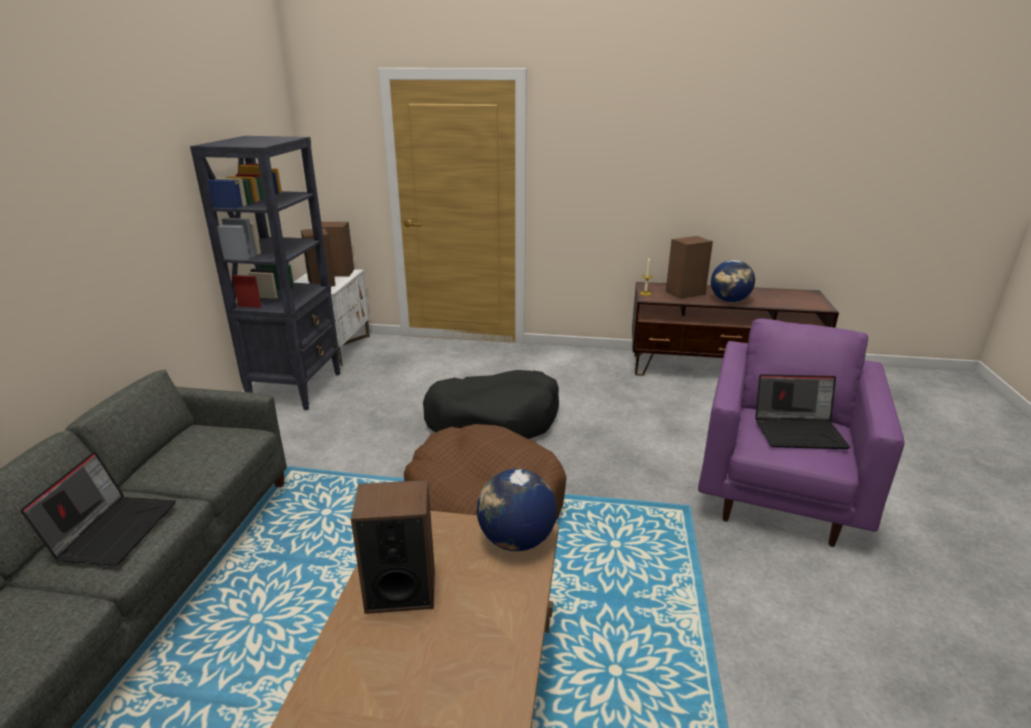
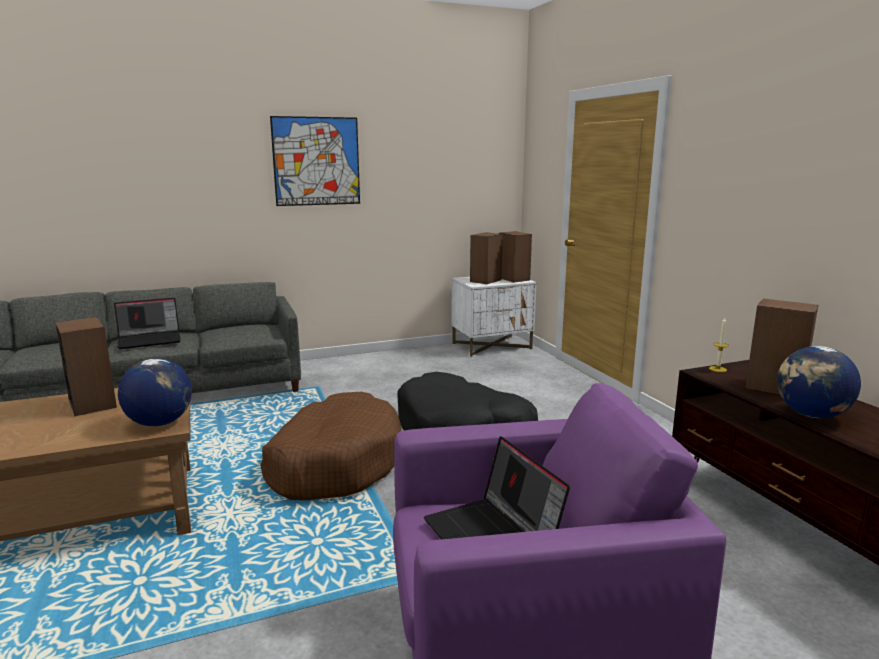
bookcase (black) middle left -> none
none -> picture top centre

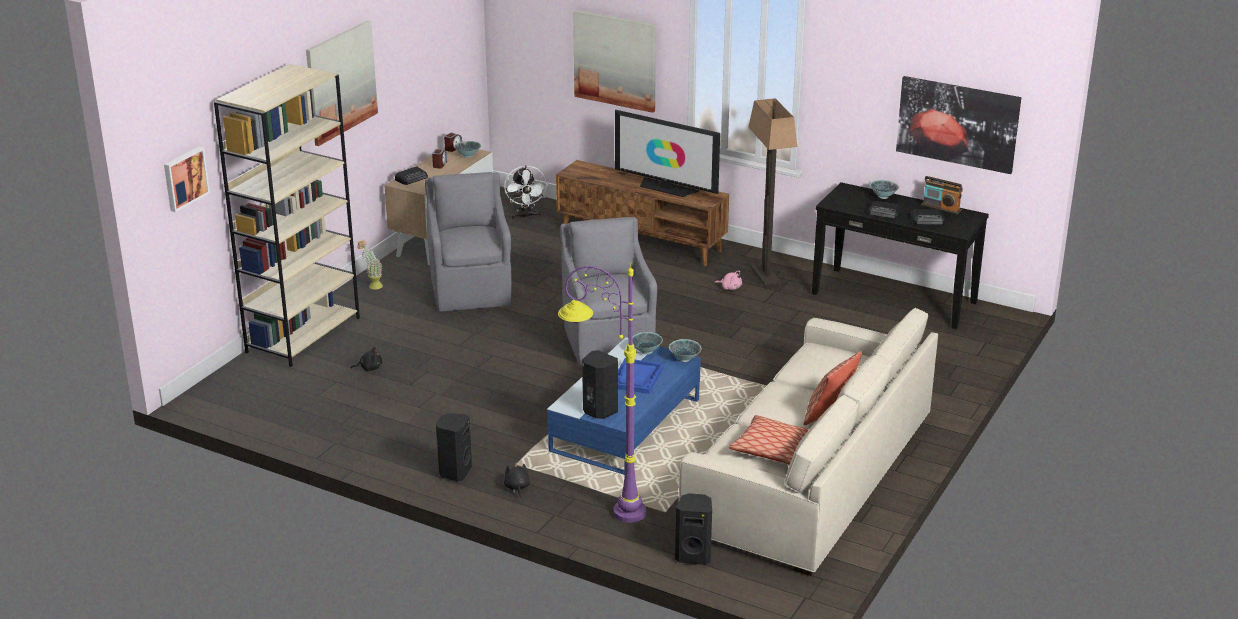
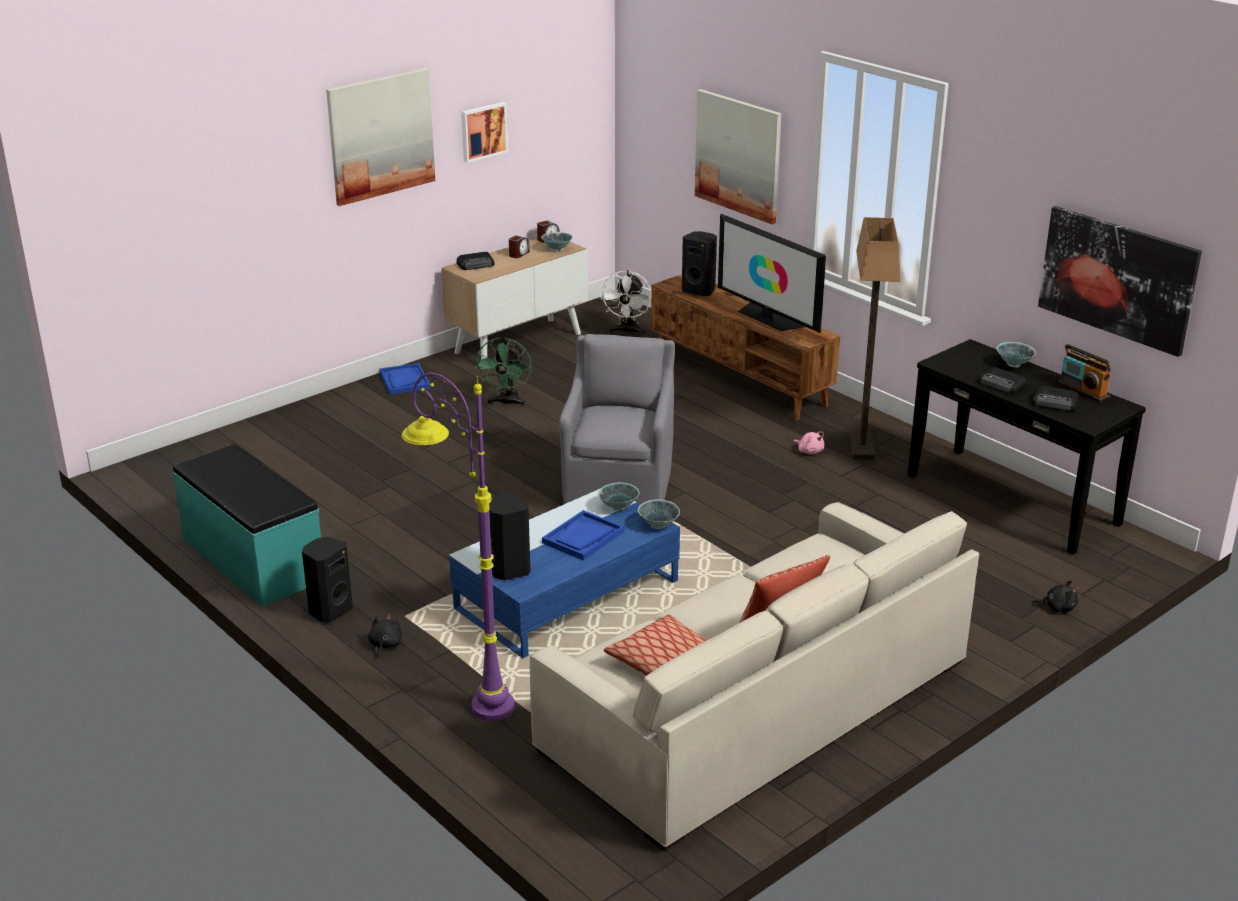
bookcase (beige) middle left -> none
picture (no. 1 from left in the first image) top left -> picture (no. 2 from left) top centre, shifted
armchair (grey) (no. 1 from left) centre -> fan (green) centre
potted plant middle left -> tray (blue) (no. 1 from left) middle left
plush toy (black) (no. 1 from left in the first image) middle left -> plush toy (black) (no. 2 from left) middle right, shifted
speaker (black) (no. 3 from left) bottom centre -> speaker (black) (no. 3 from left) top centre, shifted
none -> bench (turquoise) middle left

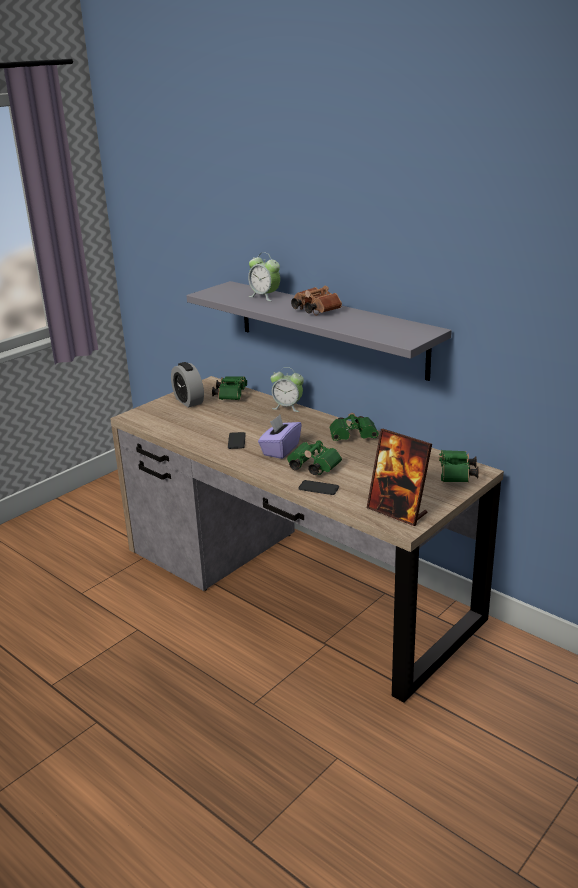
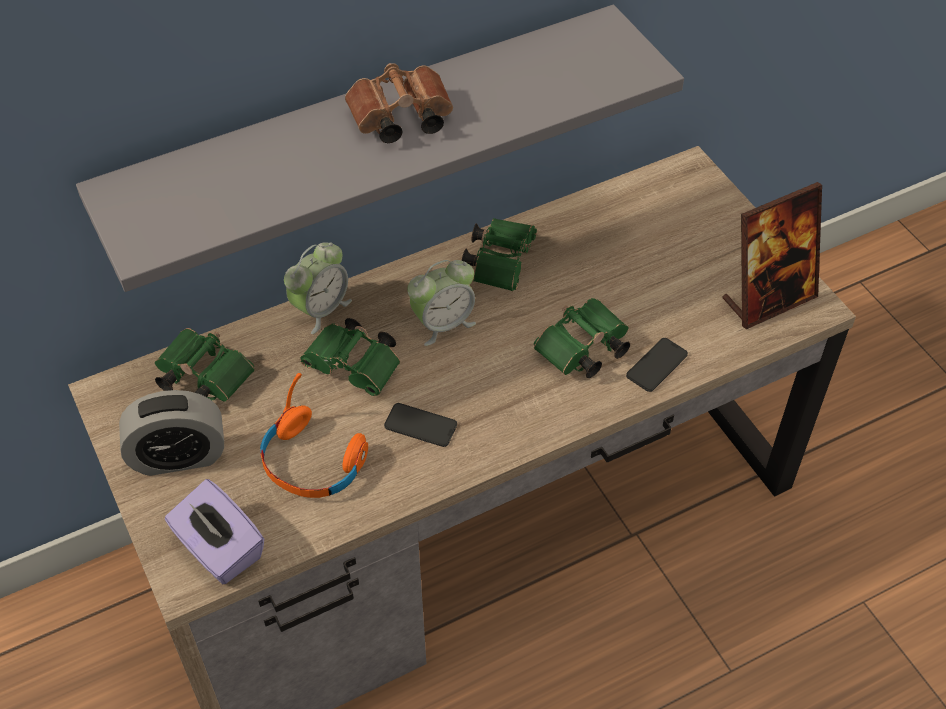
alarm clock (no. 2 from left in the first image) top centre -> alarm clock (no. 3 from left) centre, shifted
tissue box (purple) centre -> tissue box (purple) bottom left, shifted
binoculars (green) (no. 4 from left in the first image) middle right -> binoculars (green) (no. 2 from left) centre, shifted
none -> headphones (orange) middle left

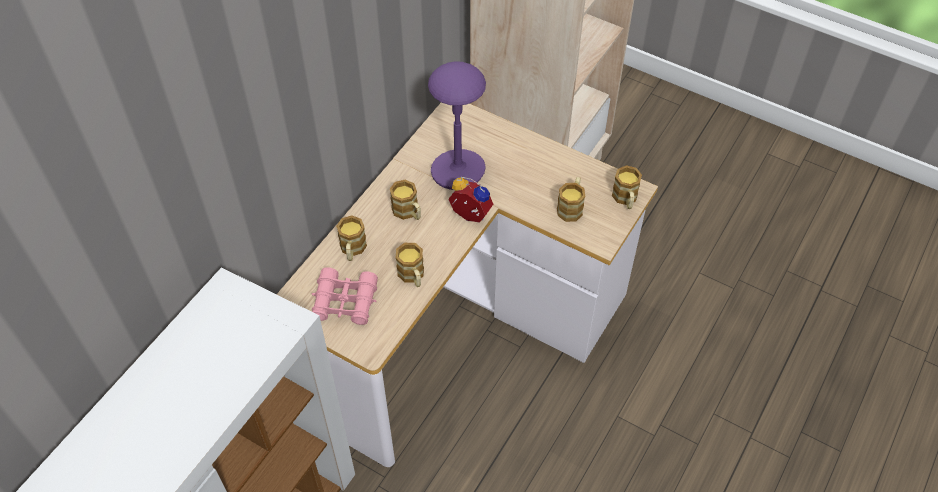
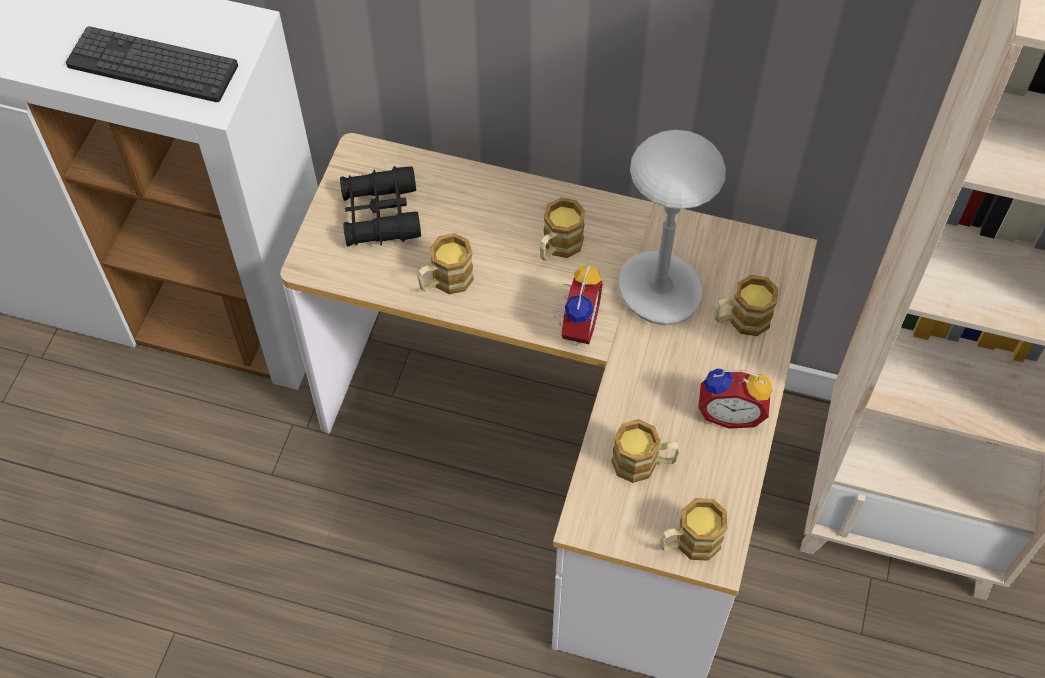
table lamp (purple) top centre -> table lamp (grey) centre
mug (no. 1 from left in the first image) centre -> mug (no. 5 from left) middle right, shifted
binoculars (pink) centre -> binoculars (black) top centre
none -> keyboard top left
none -> alarm clock (no. 2 from left) middle right

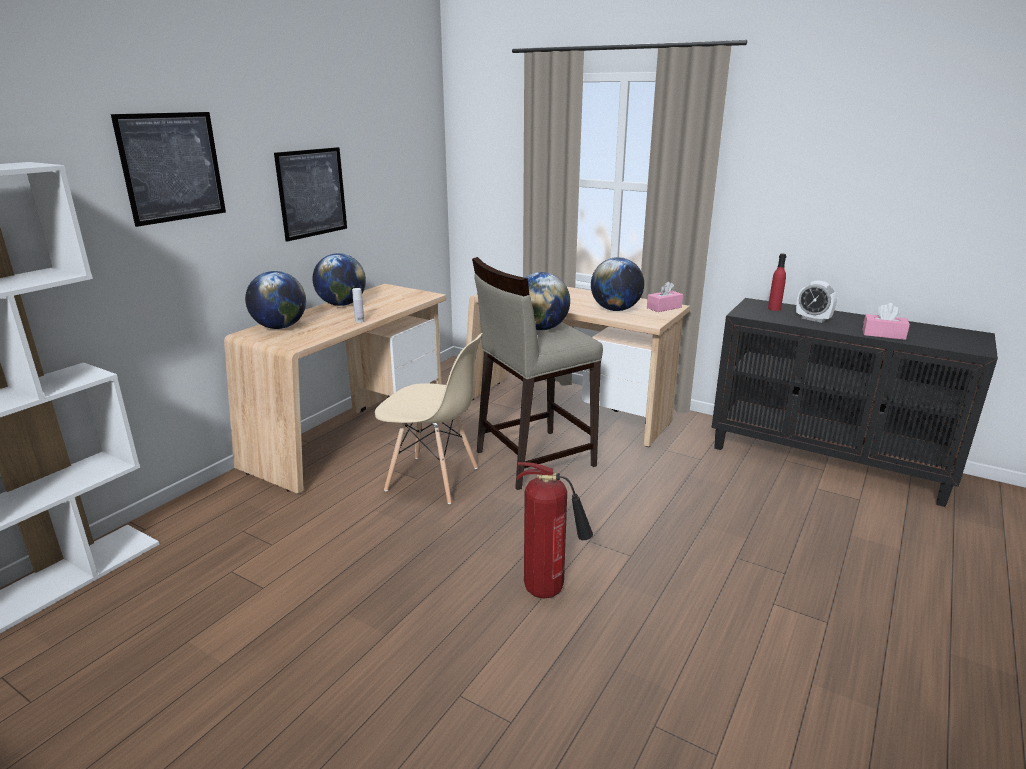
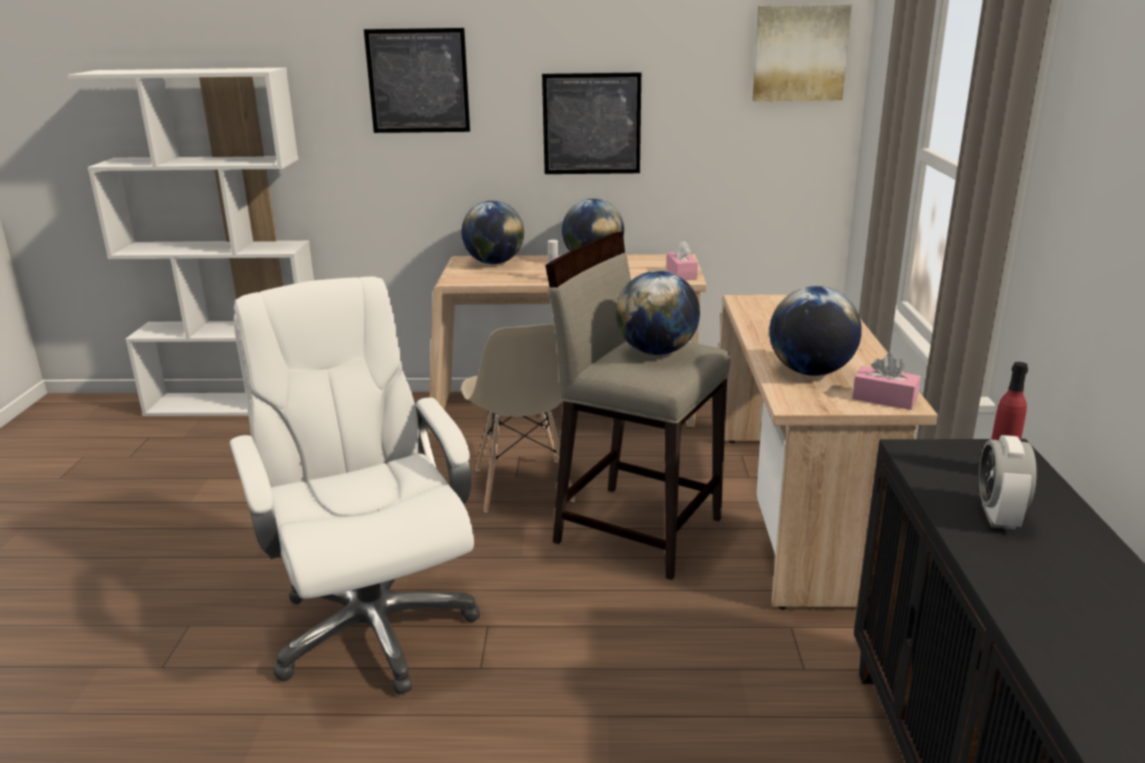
tissue box (pink) (no. 2 from left in the first image) middle right -> tissue box (pink) (no. 1 from left) centre, shifted
fire extinguisher bottom centre -> office chair (white) middle left
none -> picture (no. 3 from left) top right

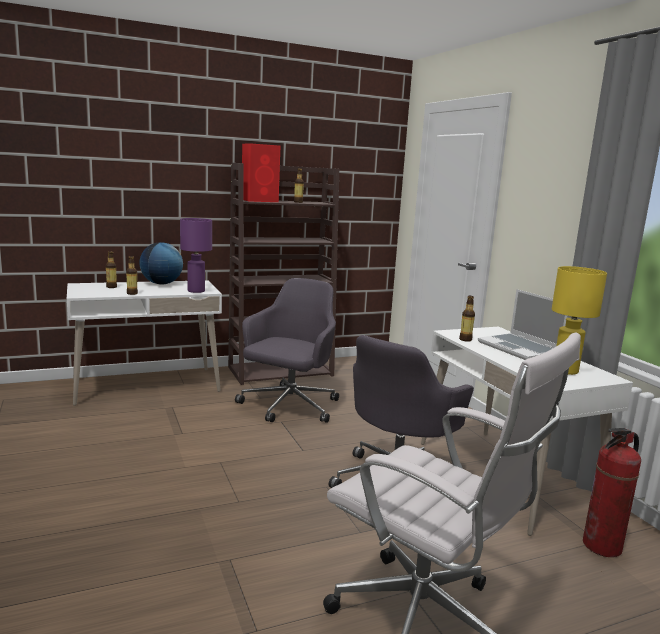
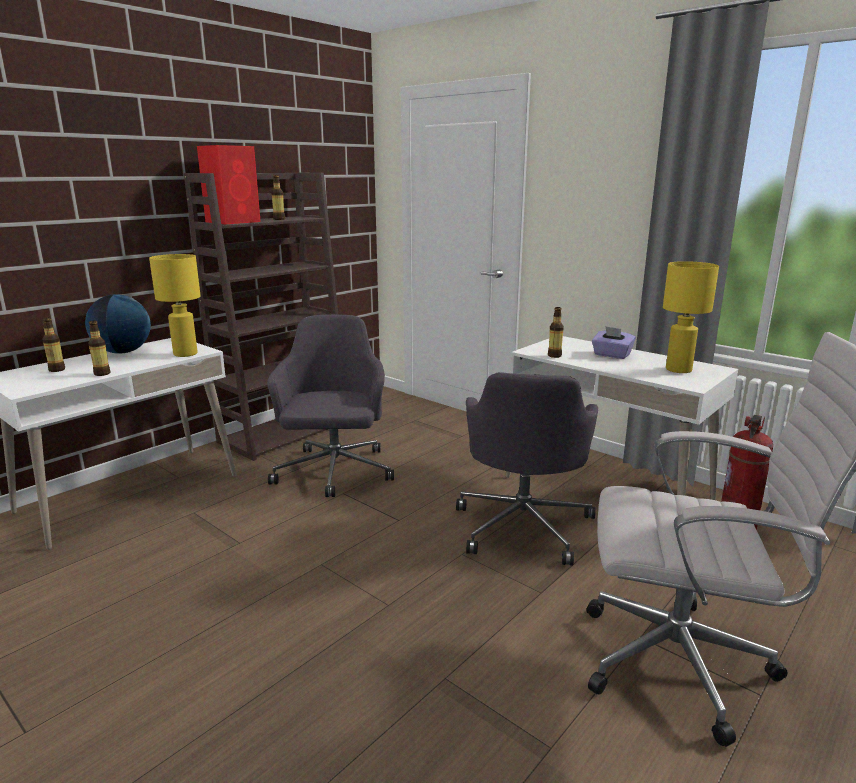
table lamp (purple) middle left -> table lamp (yellow) (no. 1 from left) middle left
laptop middle right -> tissue box (purple) middle right

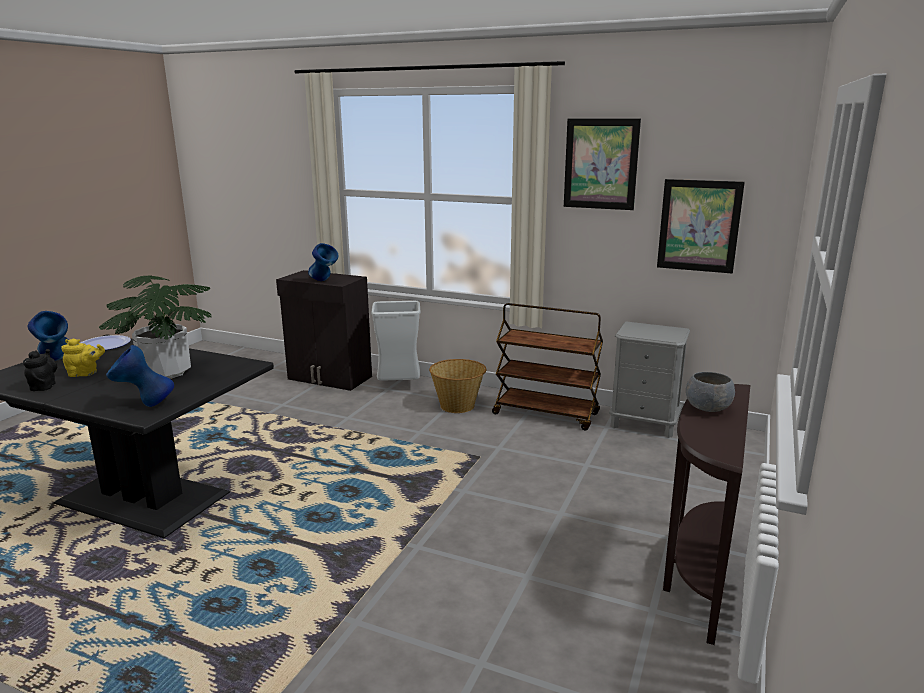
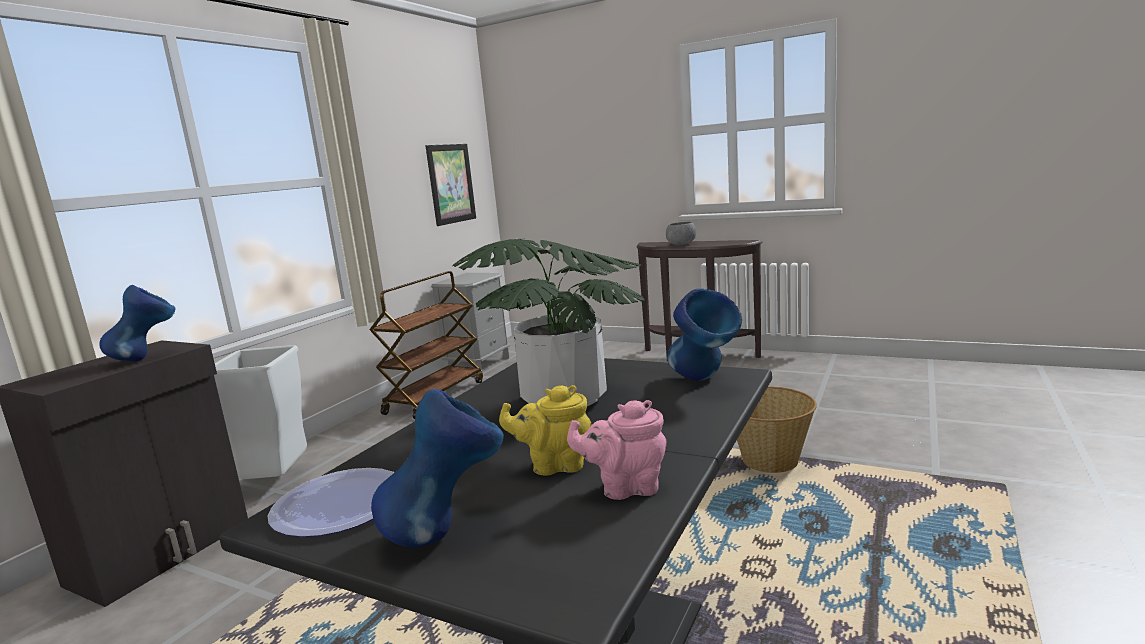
picture (no. 1 from left) top centre -> none
teapot (yellow) middle left -> teapot (yellow) bottom centre, 90 degrees counterclockwise
teapot (black) middle left -> teapot (pink) bottom centre
basket centre -> basket middle right, shifted

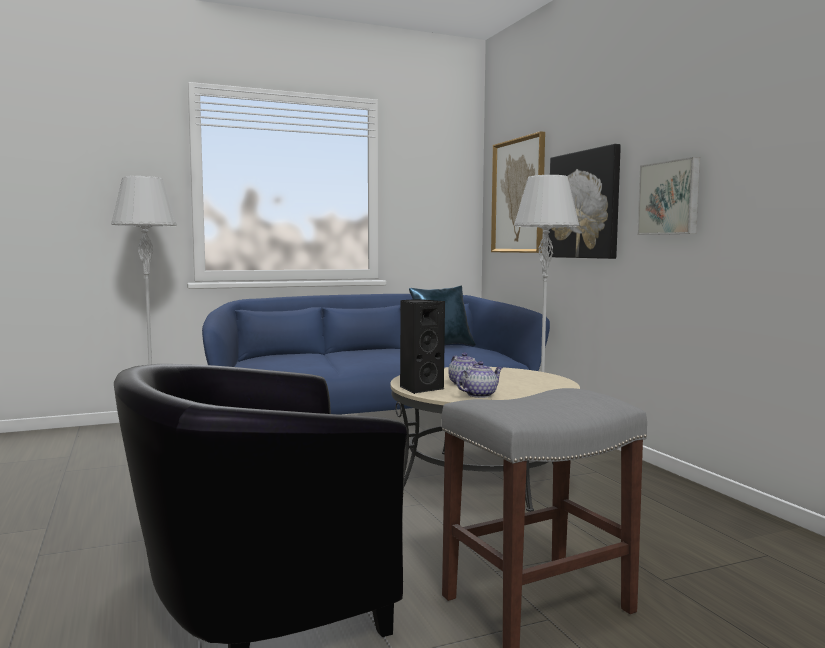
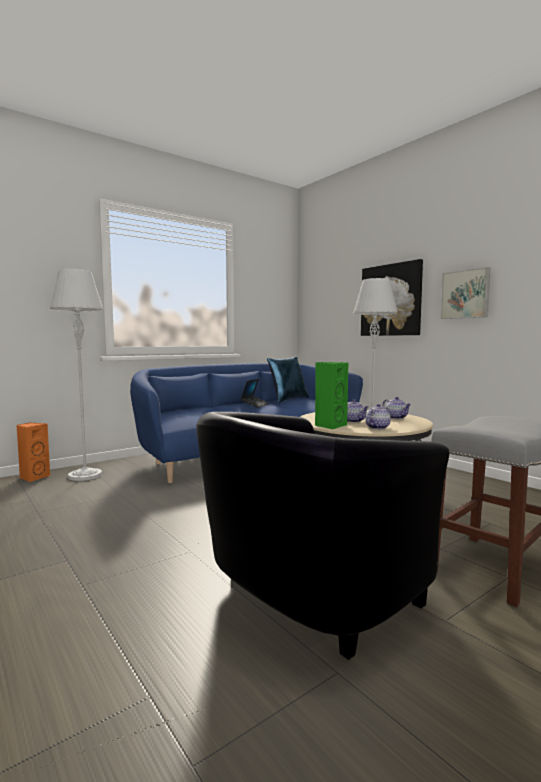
picture (no. 1 from left) top centre -> none
speaker (black) centre -> speaker (green) centre
none -> laptop centre
none -> teapot (no. 3 from left) middle right
none -> speaker (orange) middle left

